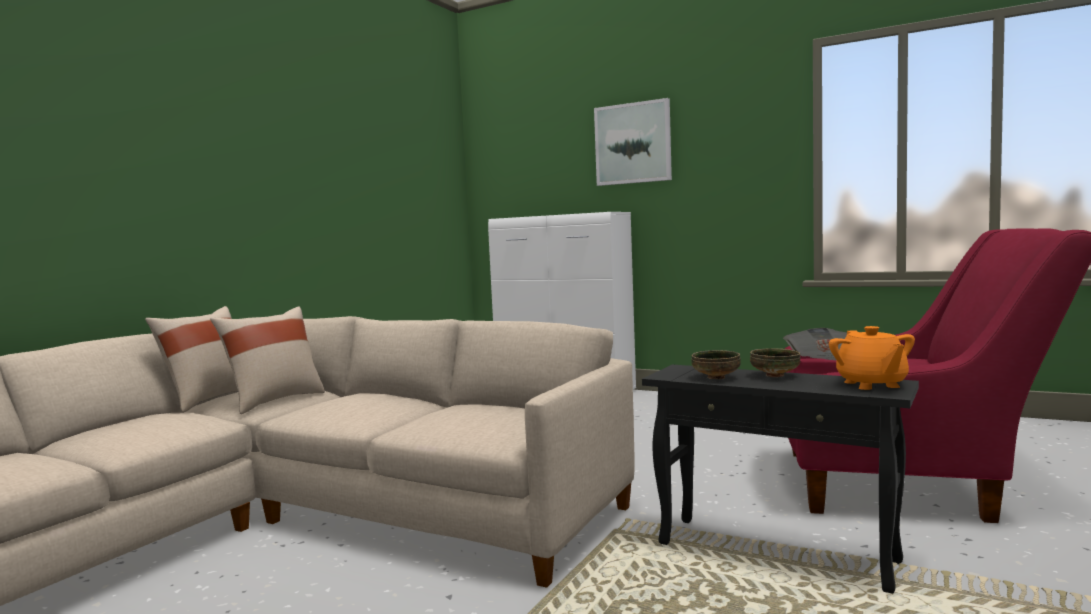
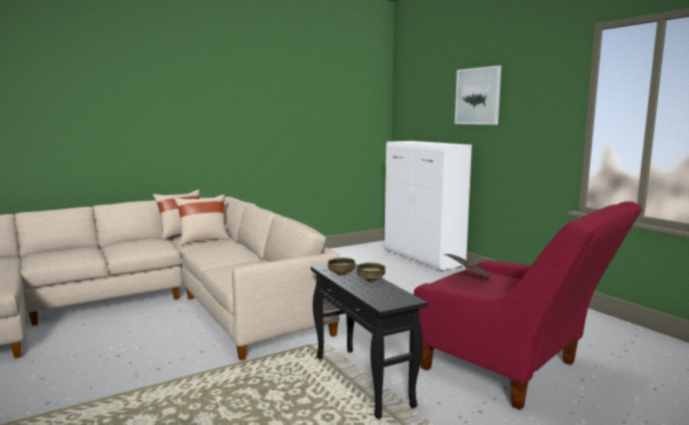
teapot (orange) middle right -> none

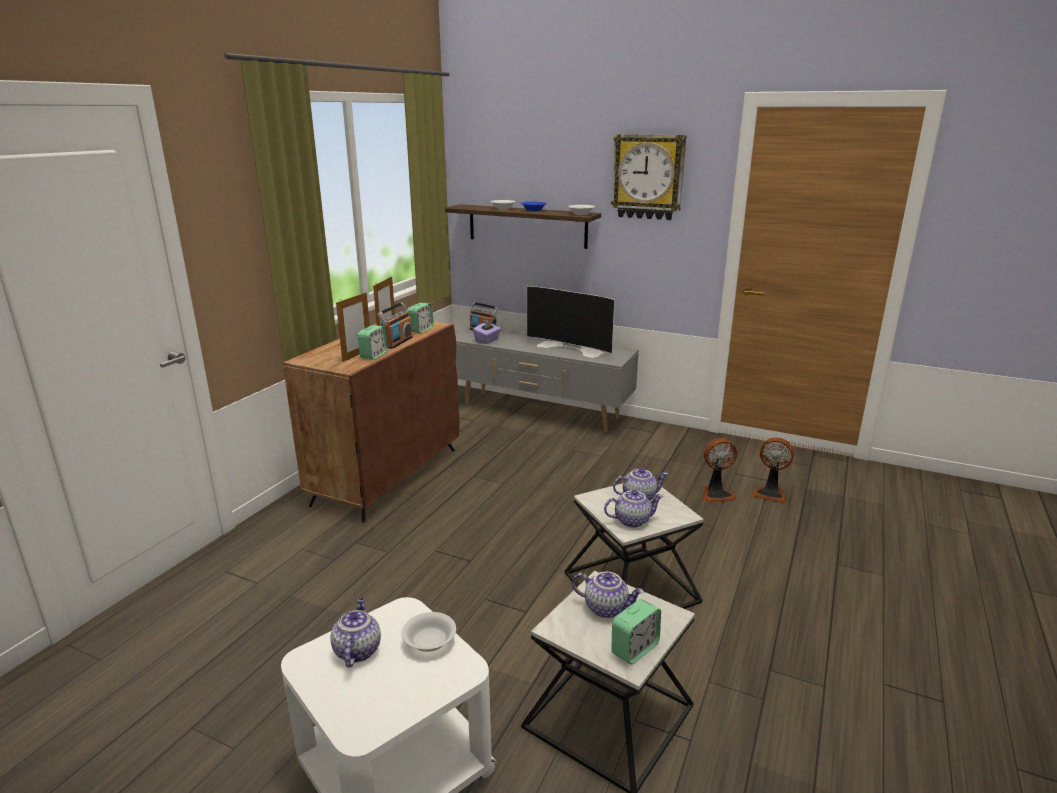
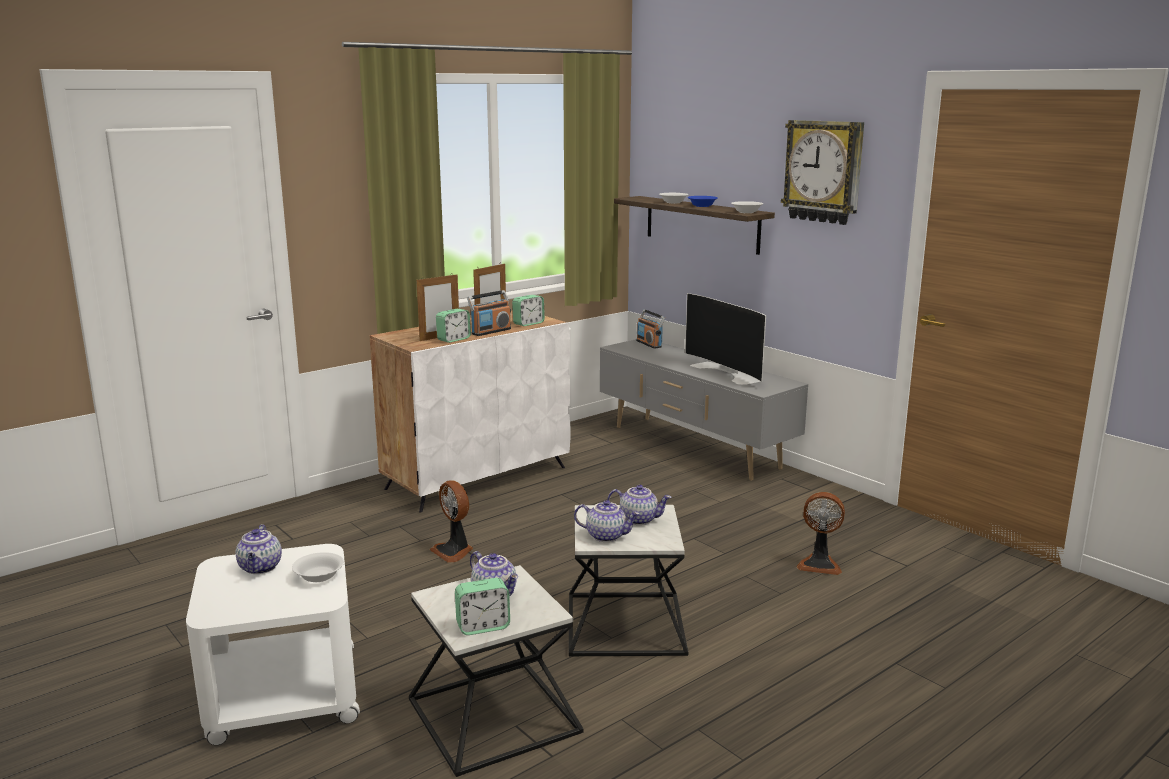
tissue box (purple) centre -> none
cabinet (brown) centre -> cabinet (white) centre
fan (no. 2 from left in the first image) middle right -> fan (no. 1 from left) bottom centre, shifted
teapot (no. 1 from left) bottom centre -> teapot (no. 1 from left) bottom left, 150 degrees clockwise

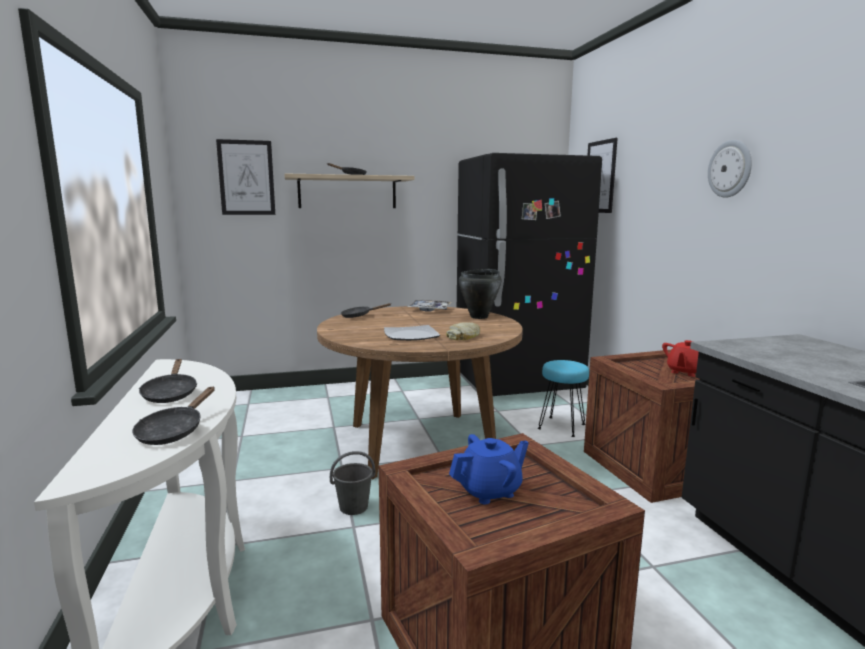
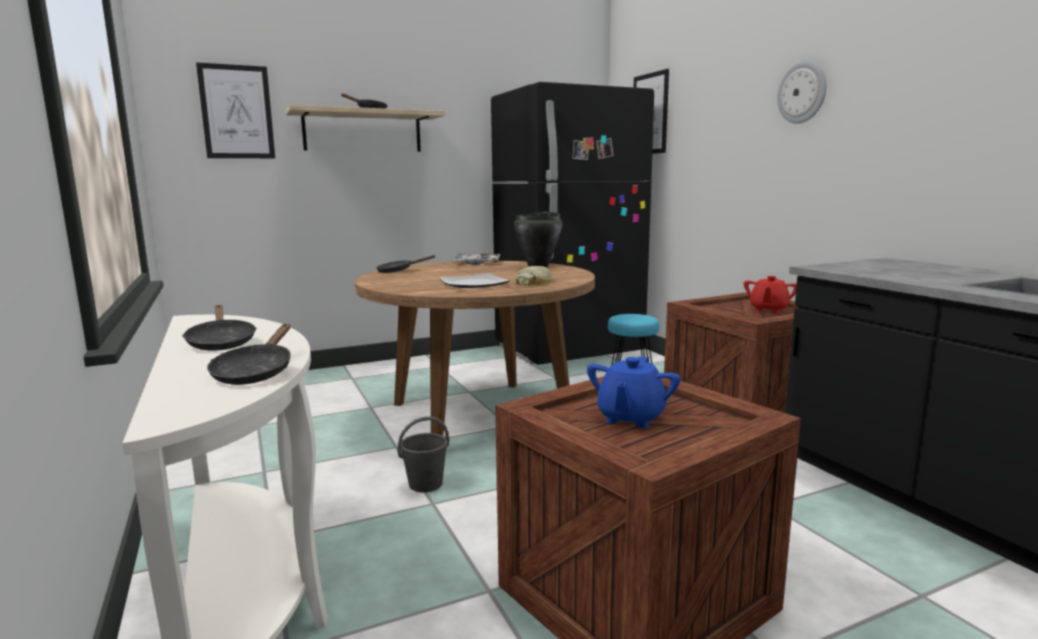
teapot (blue) bottom centre -> teapot (blue) centre, 150 degrees clockwise

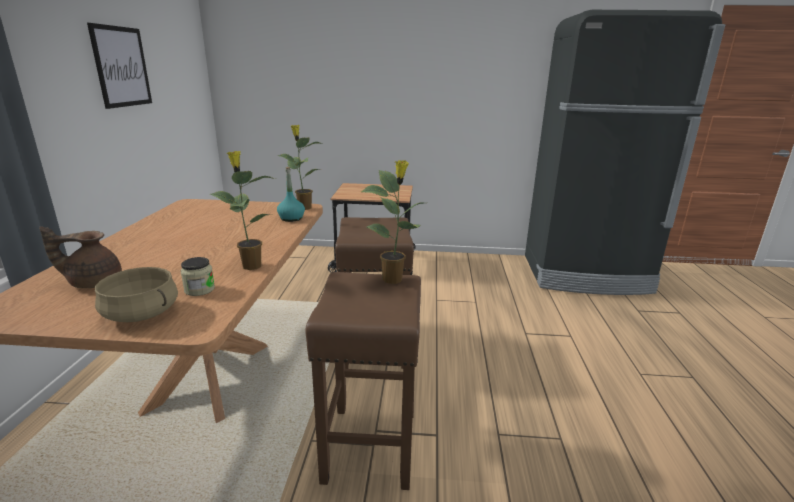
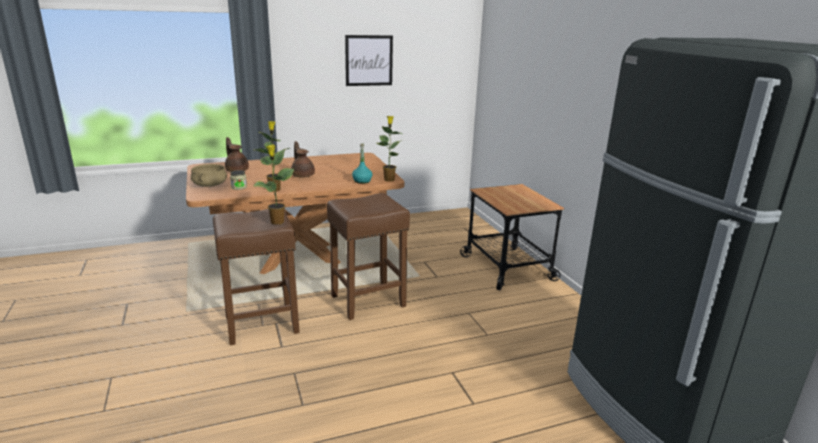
none -> teapot (brown) (no. 2 from left) centre

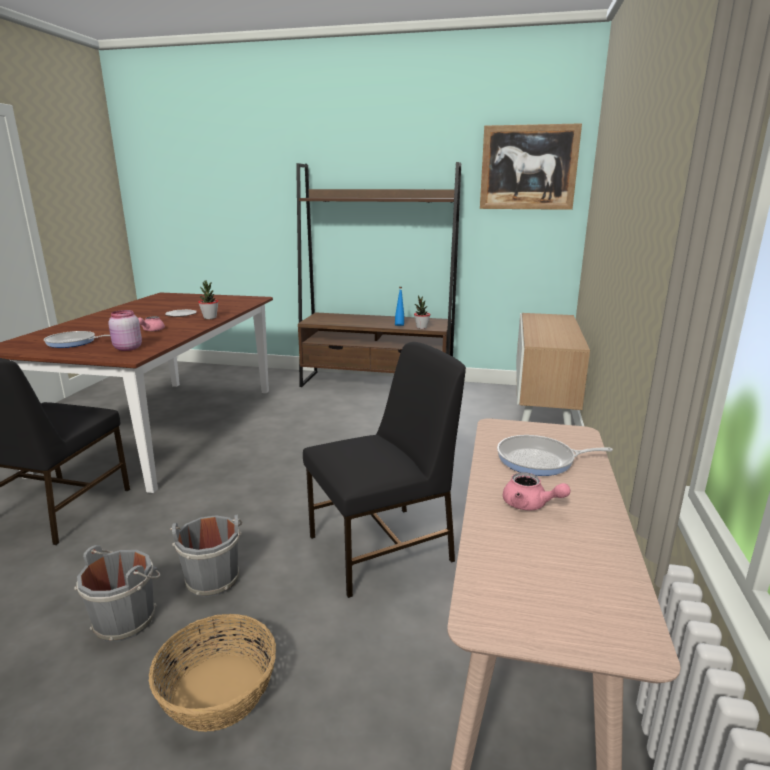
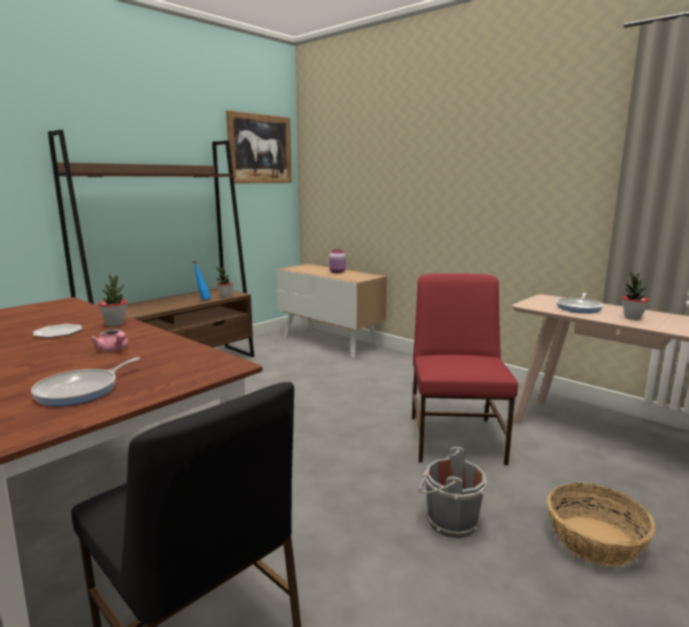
jar (pink) middle left -> jar (pink) centre, shifted
chair (black) (no. 2 from left) centre -> chair (red) middle right
teapot (pink) (no. 2 from left) middle right -> potted plant (no. 3 from left) middle right
bucket (grey) (no. 1 from left) bottom left -> none

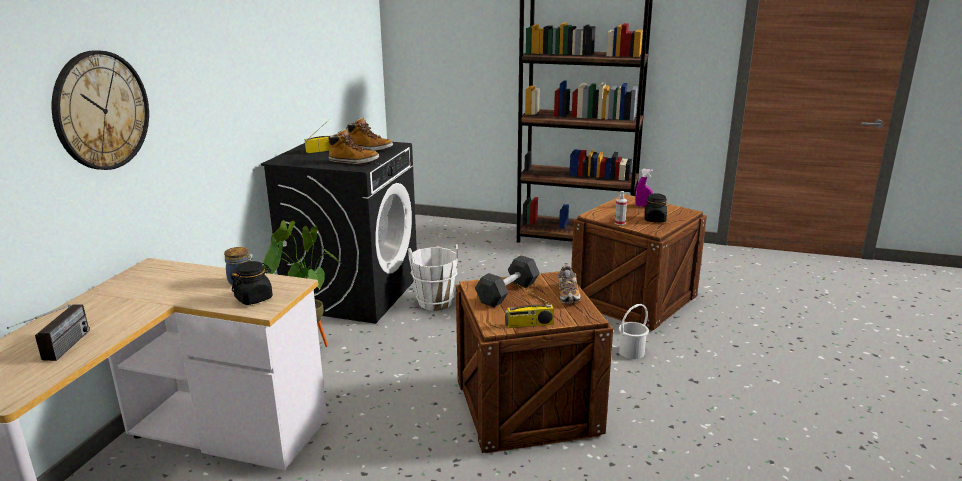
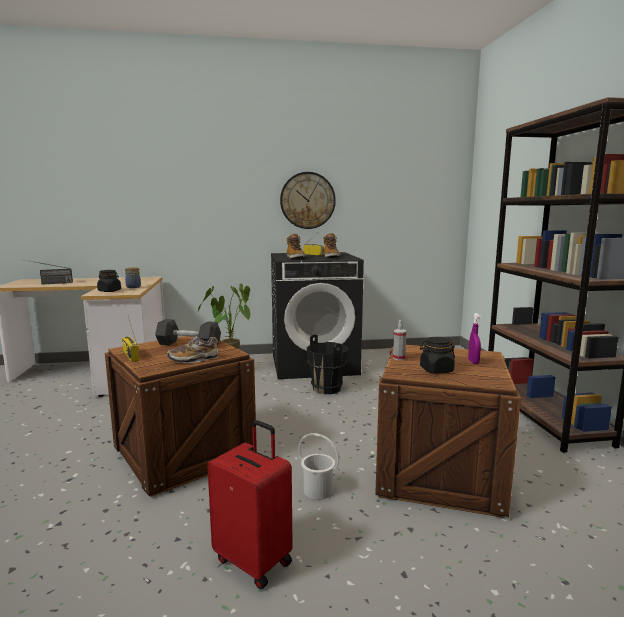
wall clock top left -> wall clock top centre, shifted
bucket (white) (no. 1 from left) centre -> bucket (black) centre
none -> suitcase (red) bottom centre

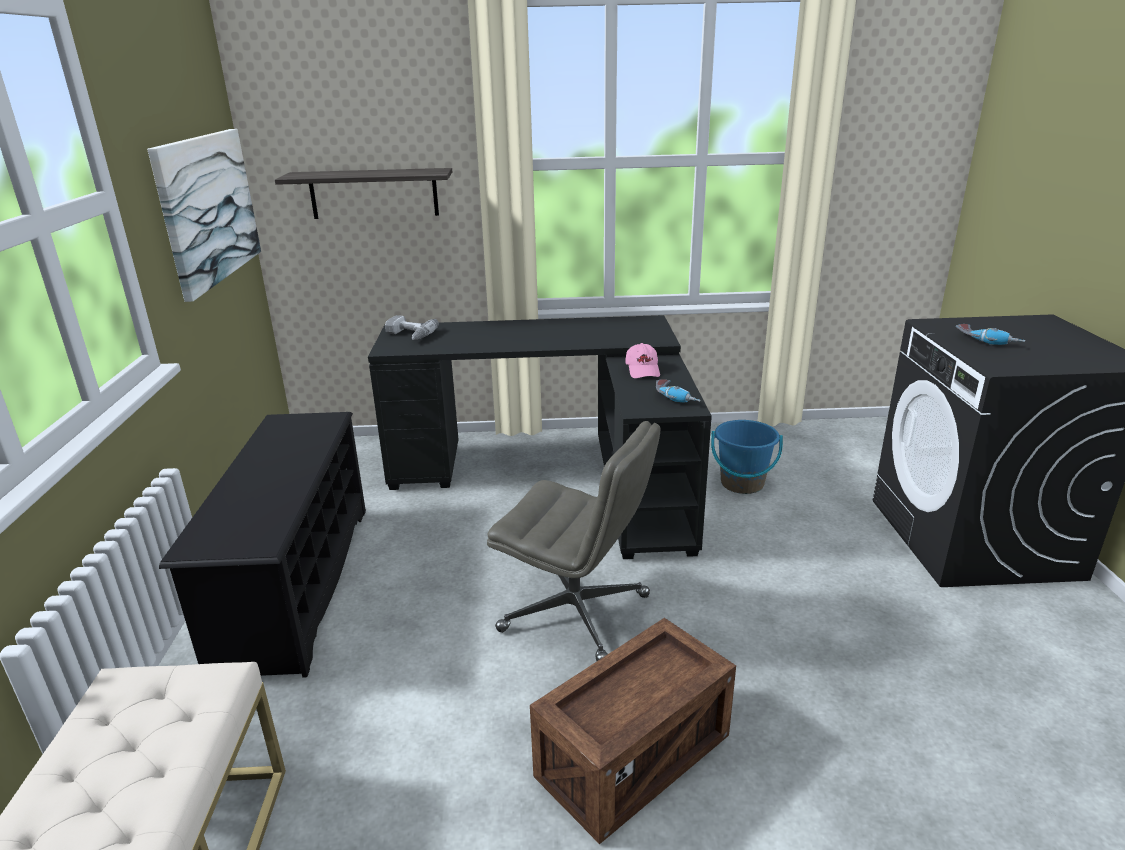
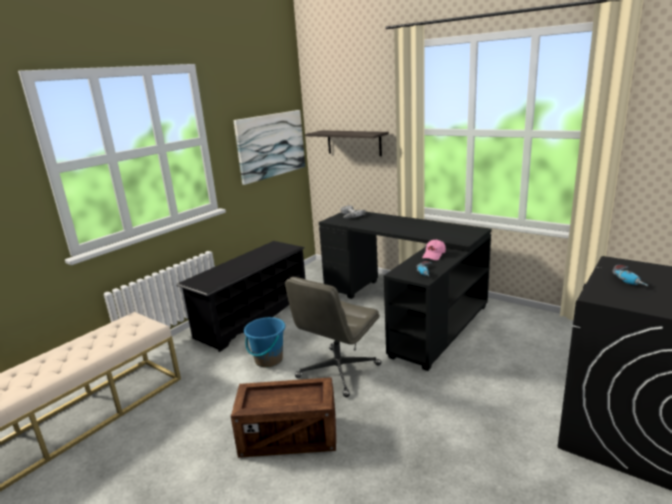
bucket (blue) centre -> bucket (blue) bottom centre, shifted
office chair (grey) centre -> office chair (grey) bottom centre, 60 degrees clockwise

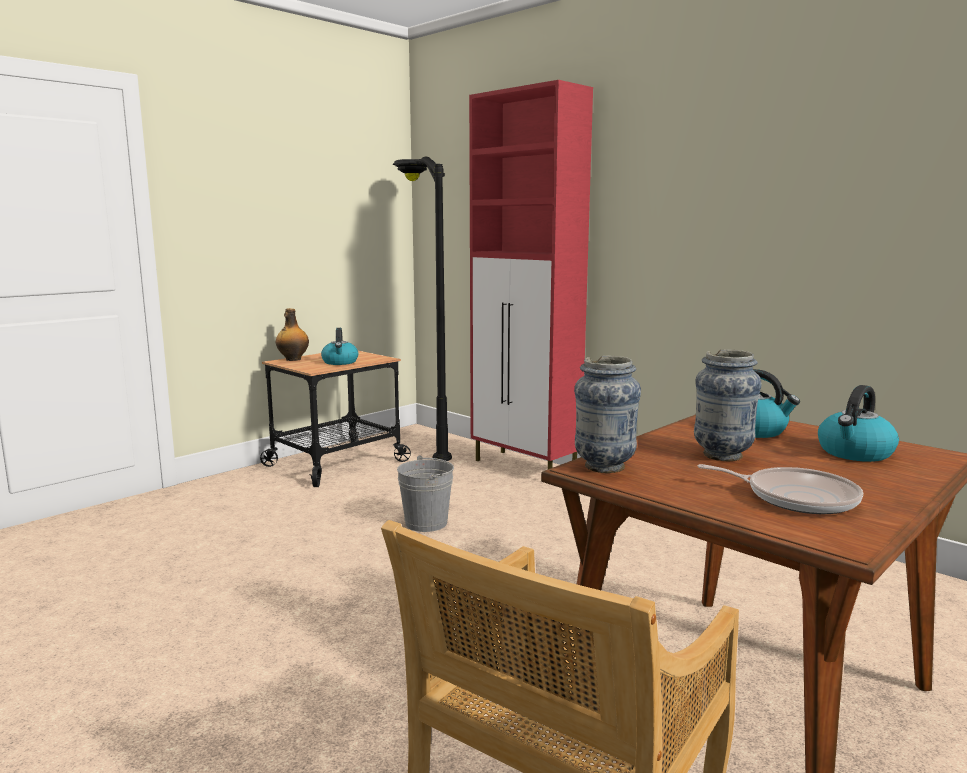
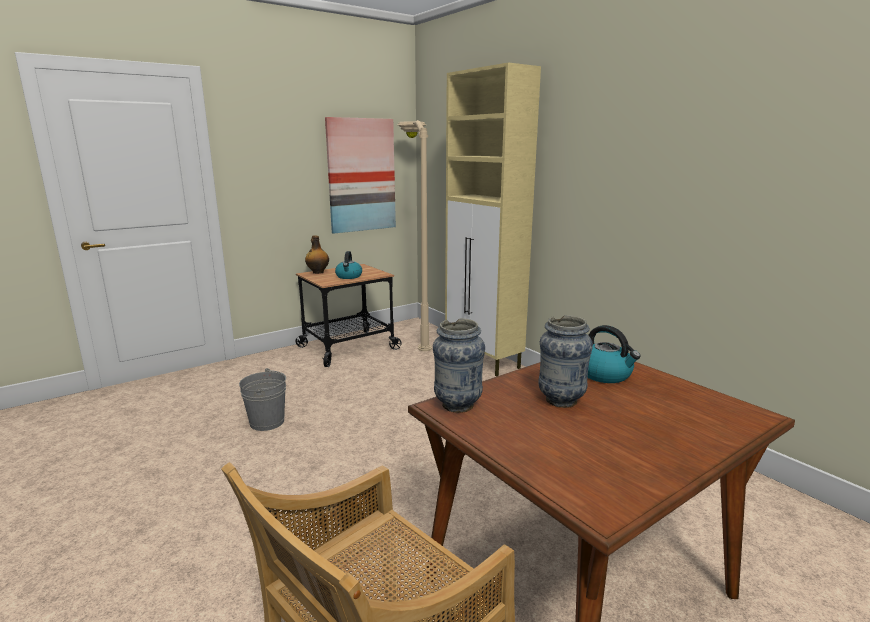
cabinet (red) centre -> cabinet (beige) centre
floor lamp (black) centre -> floor lamp (beige) centre
kettle (no. 3 from left) middle right -> none
bucket (grey) centre -> bucket (grey) middle left, shifted
frying pan middle right -> none
none -> picture top centre

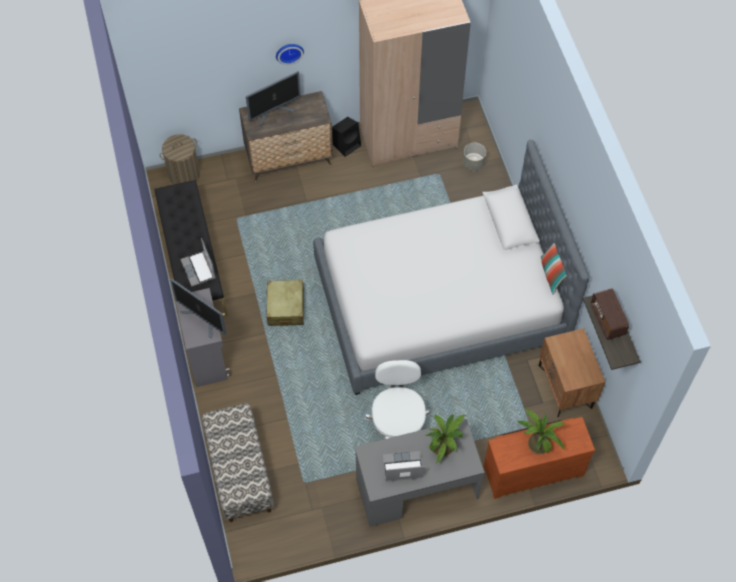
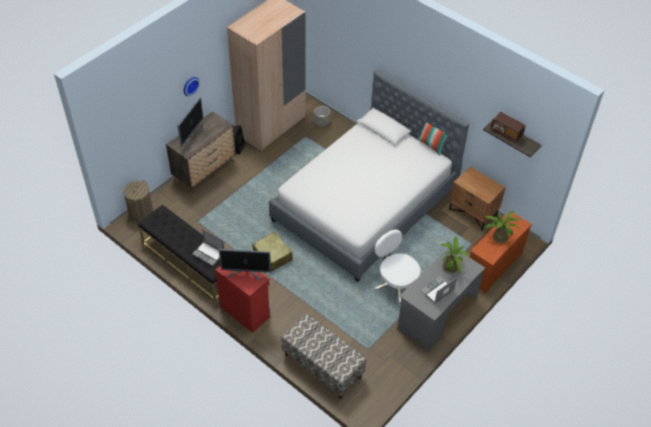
cabinet (grey) middle left -> cabinet (red) bottom centre

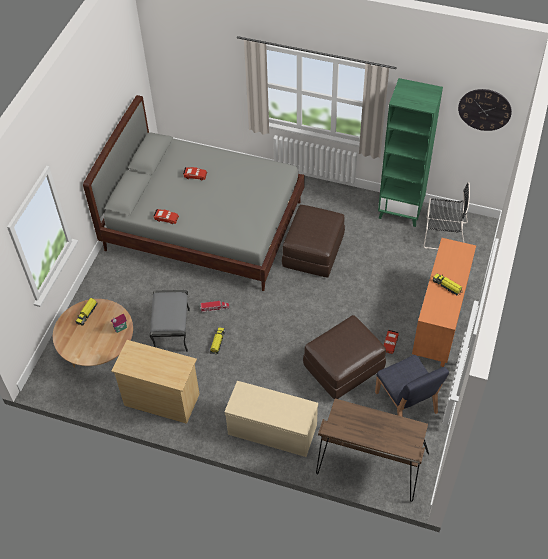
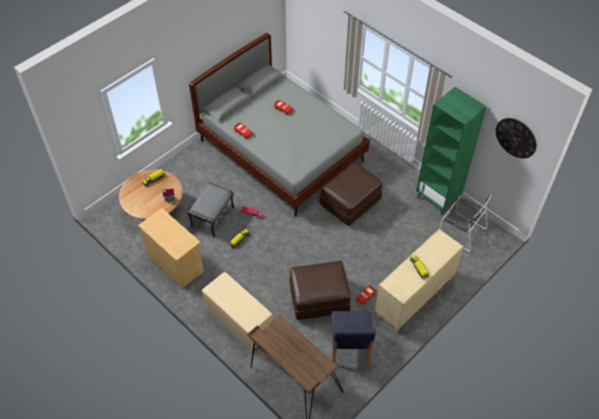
cabinet (orange) middle right -> cabinet (beige) bottom right

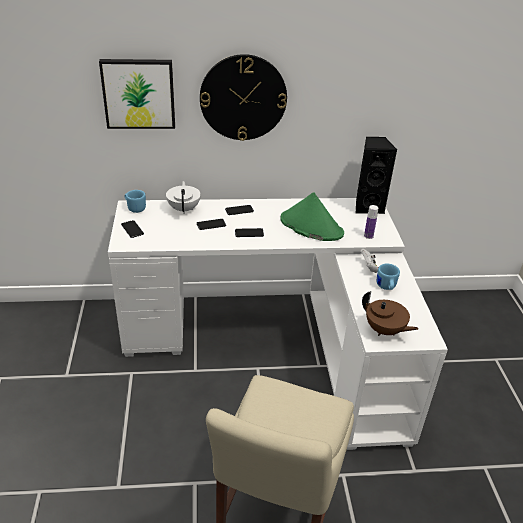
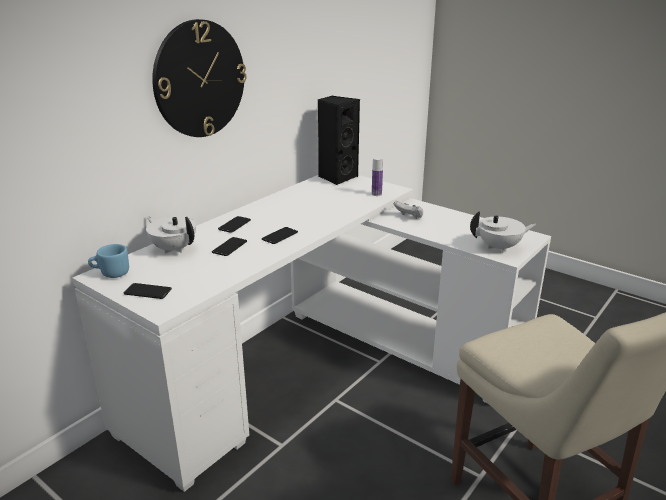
picture top left -> none
hat (green) centre -> none
mug (blue) (no. 2 from left) middle right -> none
teapot (brown) middle right -> teapot (white) (no. 2 from left) middle right

